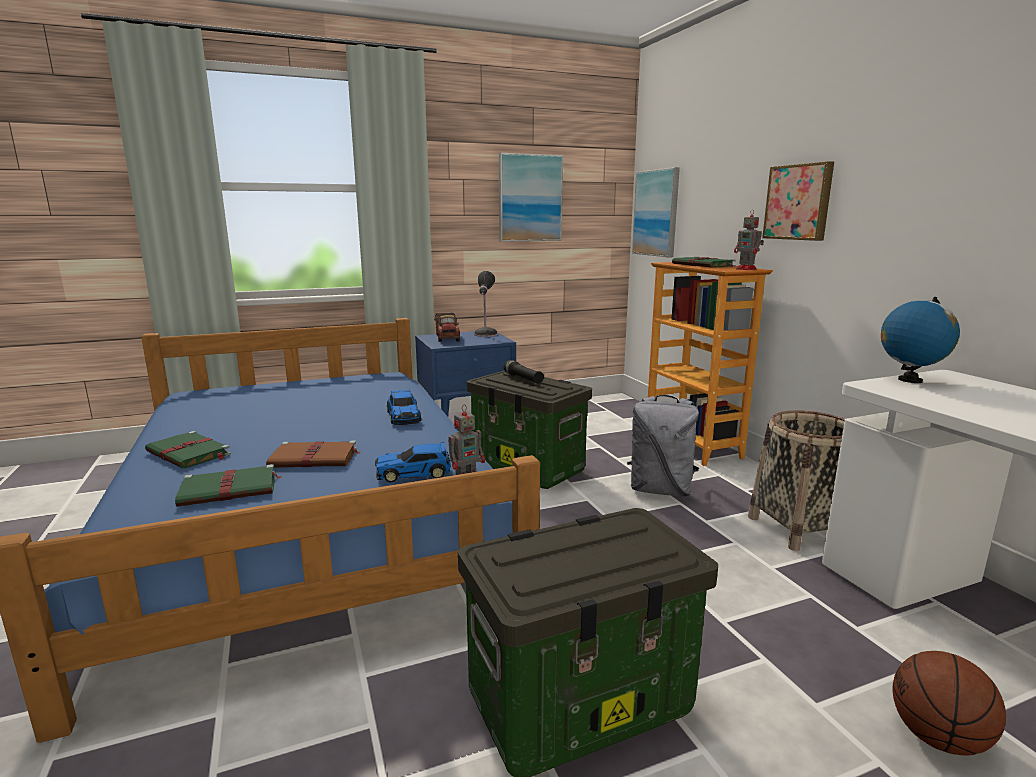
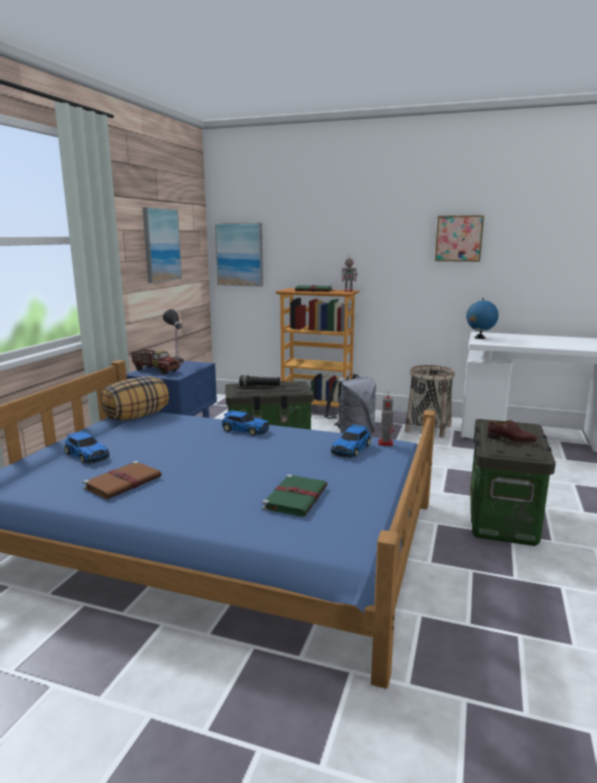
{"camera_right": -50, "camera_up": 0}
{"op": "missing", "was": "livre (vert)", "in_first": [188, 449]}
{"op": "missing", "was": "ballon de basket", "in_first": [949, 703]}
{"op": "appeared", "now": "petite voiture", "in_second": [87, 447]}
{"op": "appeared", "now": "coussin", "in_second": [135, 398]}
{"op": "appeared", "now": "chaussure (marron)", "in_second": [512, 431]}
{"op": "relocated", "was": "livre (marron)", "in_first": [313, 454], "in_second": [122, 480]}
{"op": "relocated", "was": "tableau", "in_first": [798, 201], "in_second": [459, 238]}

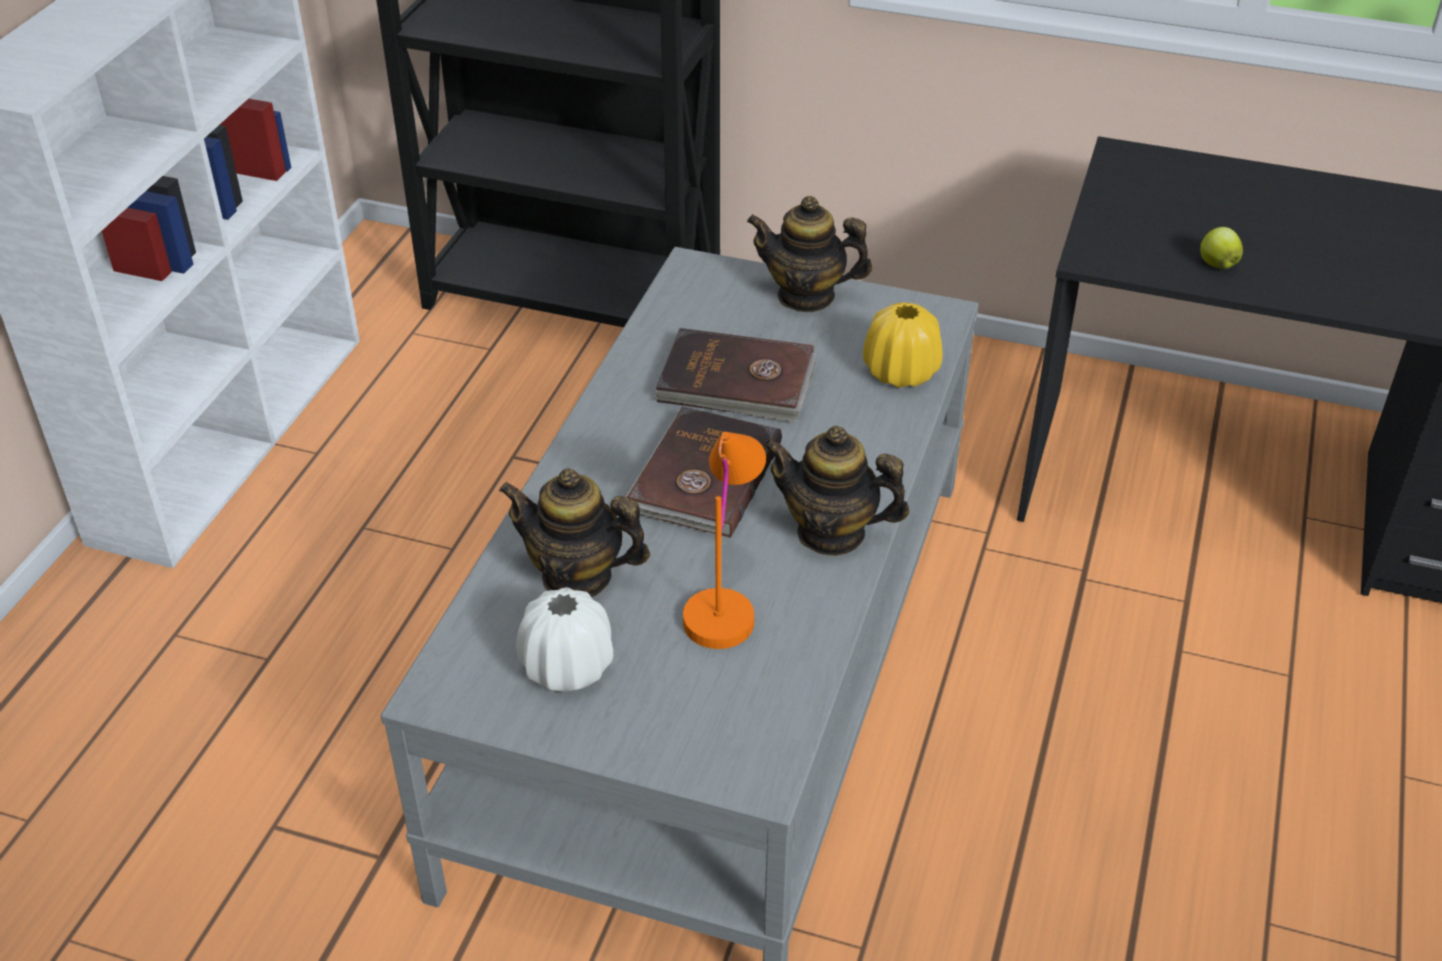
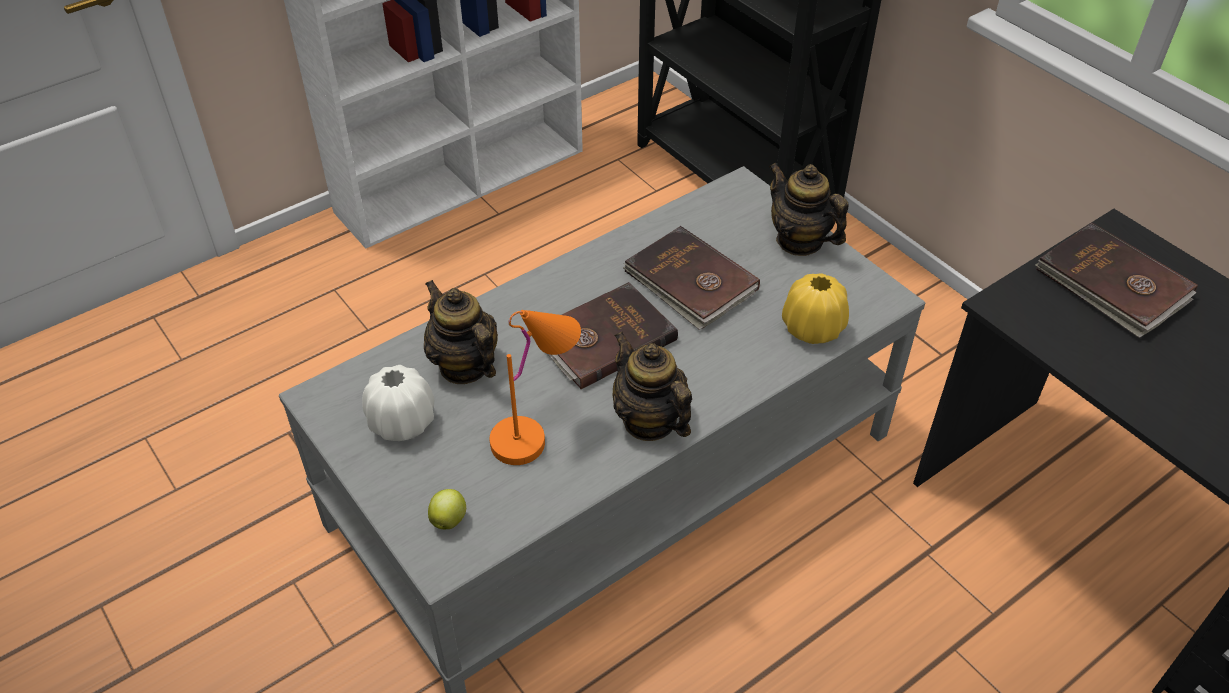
{"camera_right": 35, "camera_up": 5}
{"op": "appeared", "now": "livre (marron)", "in_second": [1116, 280]}
{"op": "relocated", "was": "pomme", "in_first": [1221, 248], "in_second": [447, 509]}

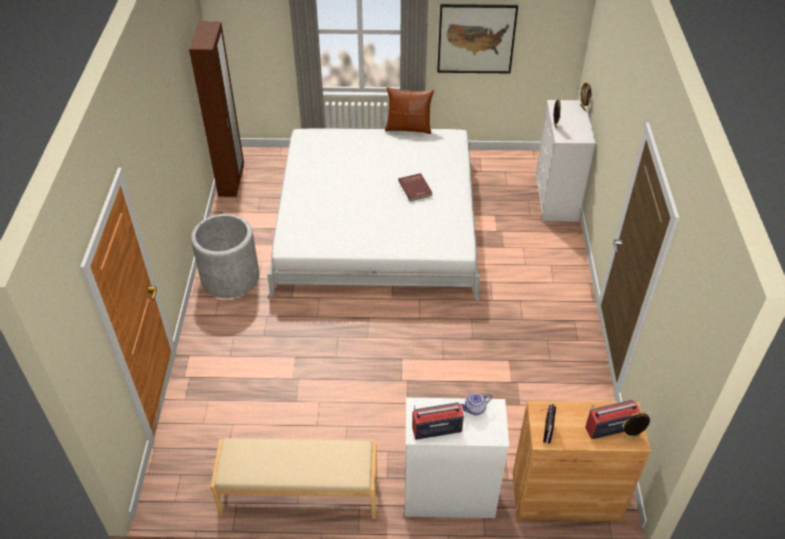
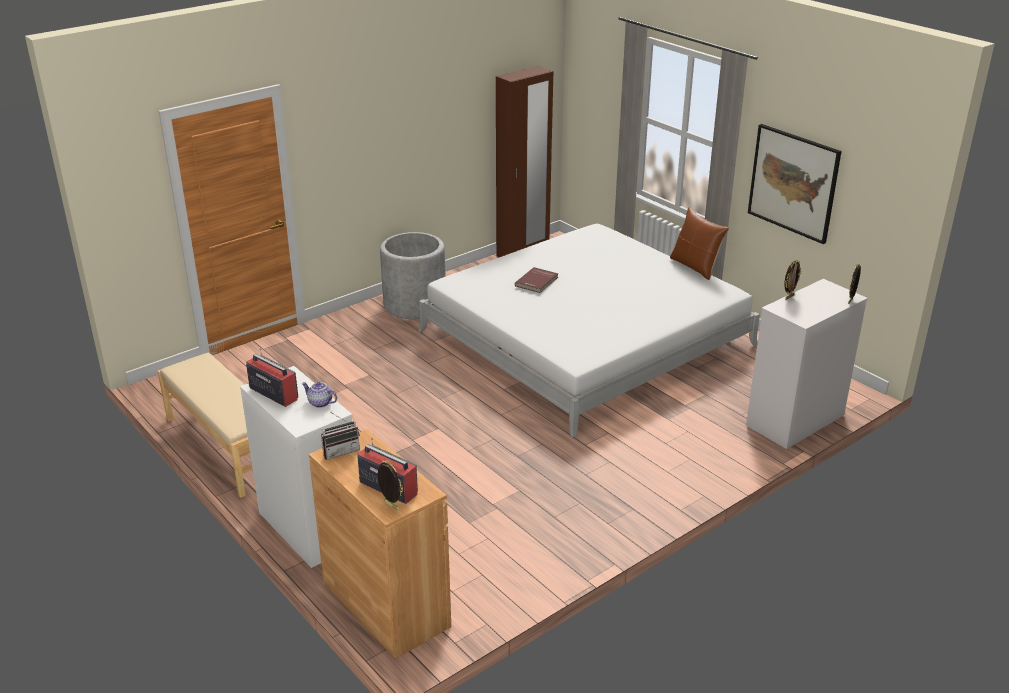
{"camera_right": 50, "camera_up": -15}
{"op": "relocated", "was": "livre (rouge)", "in_first": [415, 187], "in_second": [536, 280]}

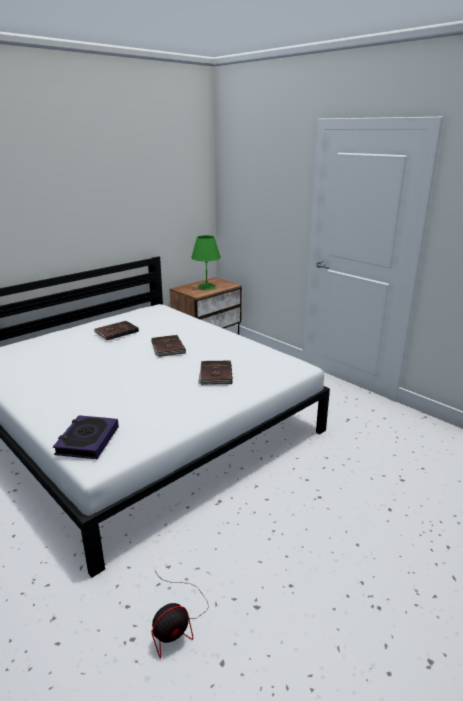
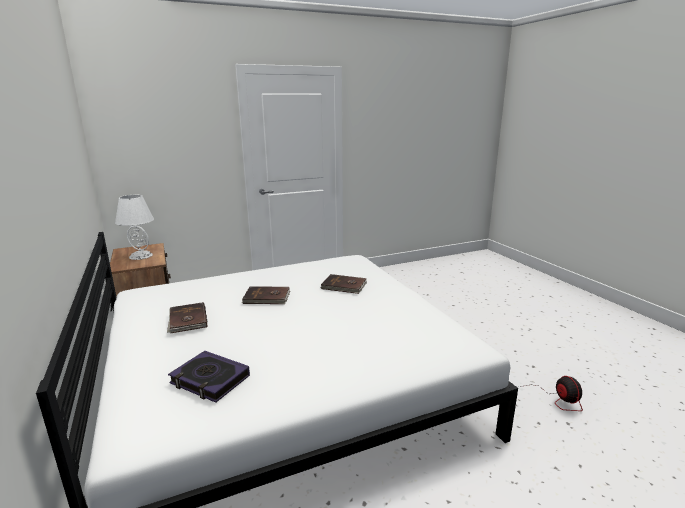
{"camera_right": -70, "camera_up": -5}
{"op": "relocated", "was": "livre", "in_first": [86, 437], "in_second": [209, 377]}
{"op": "colour", "was": "lampe de table (vert)", "now": "lampe de table (blanc)", "in_first": [206, 262], "in_second": [134, 227]}

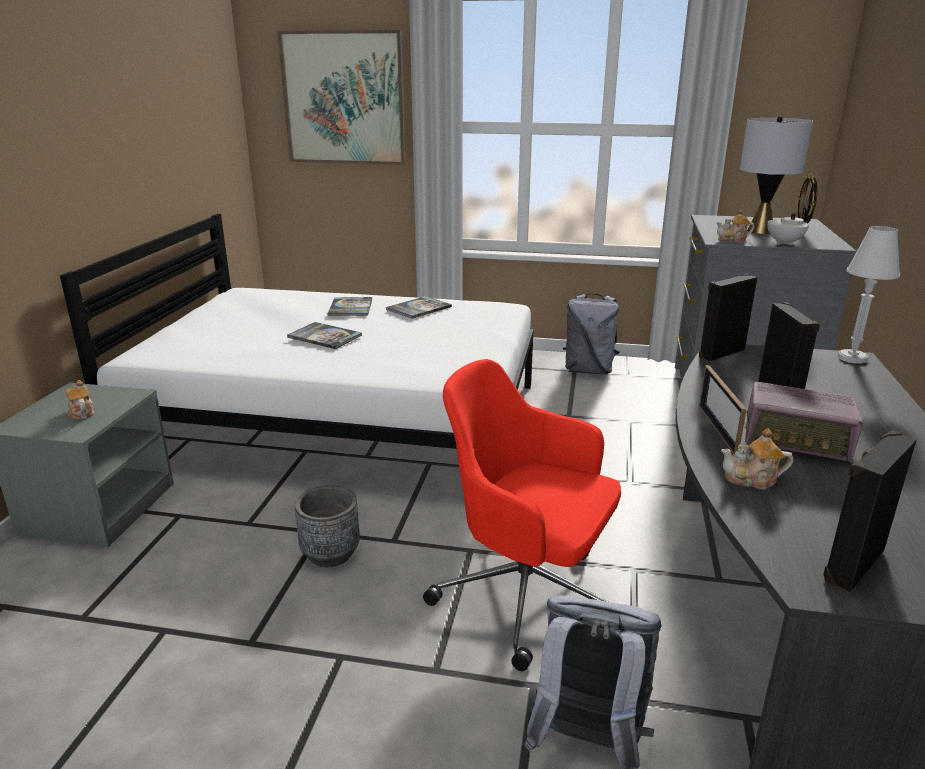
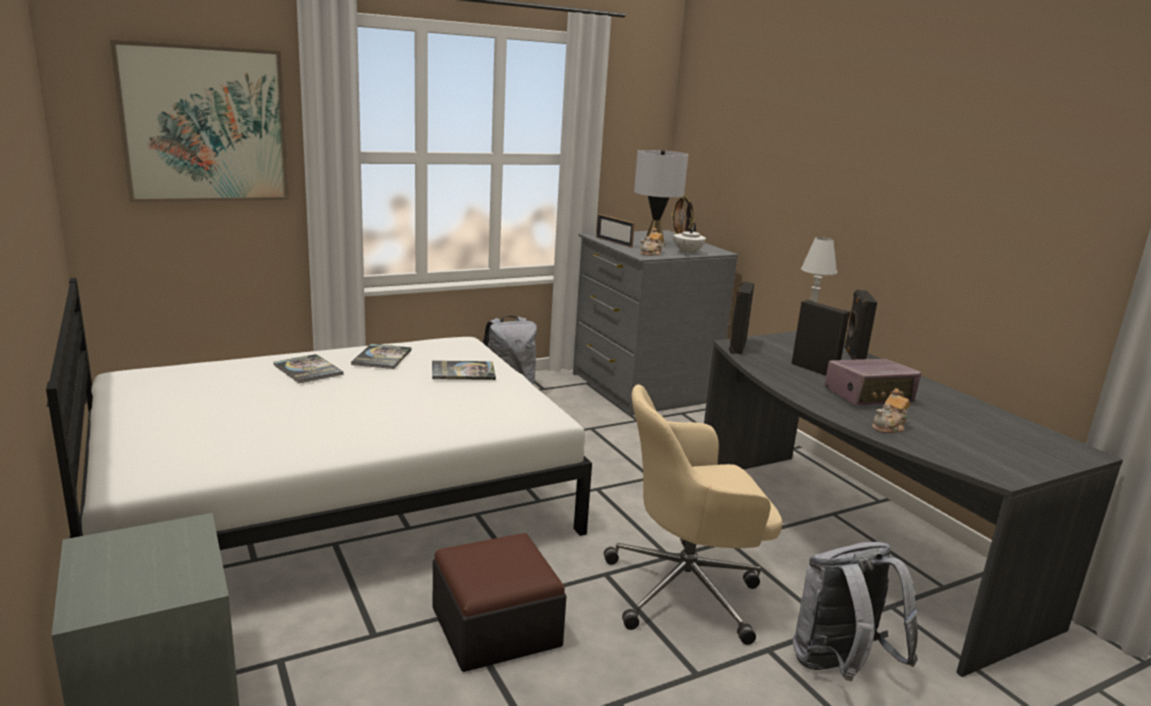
{"camera_right": -40, "camera_up": -5}
{"op": "missing", "was": "théière", "in_first": [80, 399]}
{"op": "relocated", "was": "livre", "in_first": [324, 335], "in_second": [464, 370]}
{"op": "relocated", "was": "cadre photo", "in_first": [723, 409], "in_second": [615, 231]}
{"op": "relocated", "was": "enceinte (noir)", "in_first": [870, 511], "in_second": [860, 324]}
{"op": "exchanged", "was": "cache-pot (gris)", "now": "pouf", "in_first": [327, 526], "in_second": [500, 602]}
{"op": "colour", "was": "chaise de bureau (rouge)", "now": "chaise de bureau (beige)", "in_first": [522, 515], "in_second": [693, 514]}

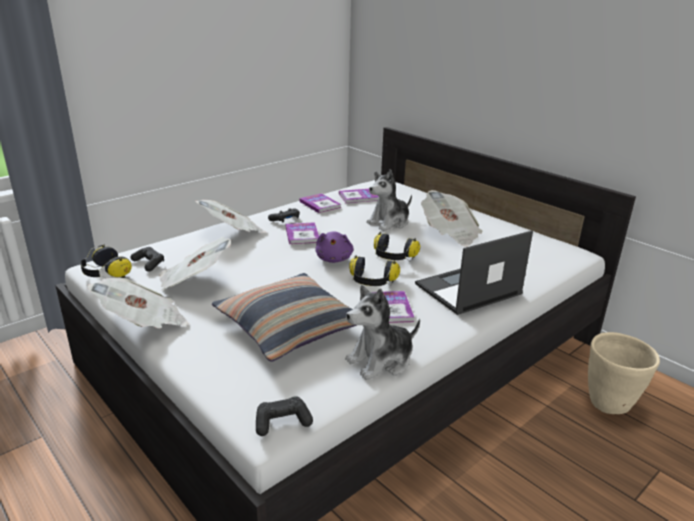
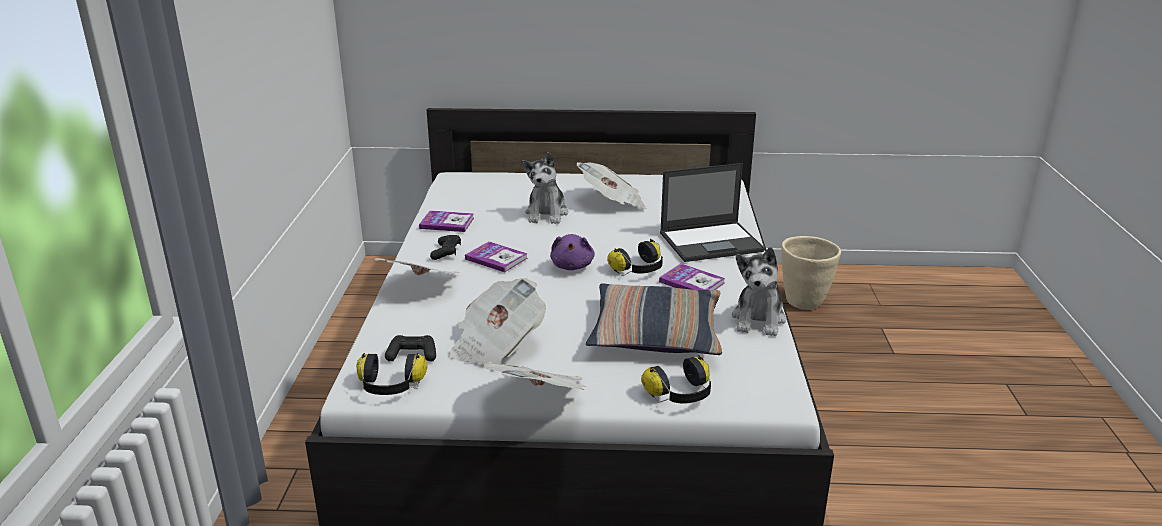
{"camera_right": -45, "camera_up": 0}
{"op": "missing", "was": "manette (noir)", "in_first": [284, 416]}
{"op": "missing", "was": "livre", "in_first": [359, 196]}
{"op": "relocated", "was": "casque audio", "in_first": [397, 246], "in_second": [676, 379]}
{"op": "spun", "was": "peluche (violet)", "in_first": [334, 247], "in_second": [572, 252], "clockwise": 45}
{"op": "spun", "was": "ordinateur portable", "in_first": [474, 273], "in_second": [712, 212], "clockwise": -120}

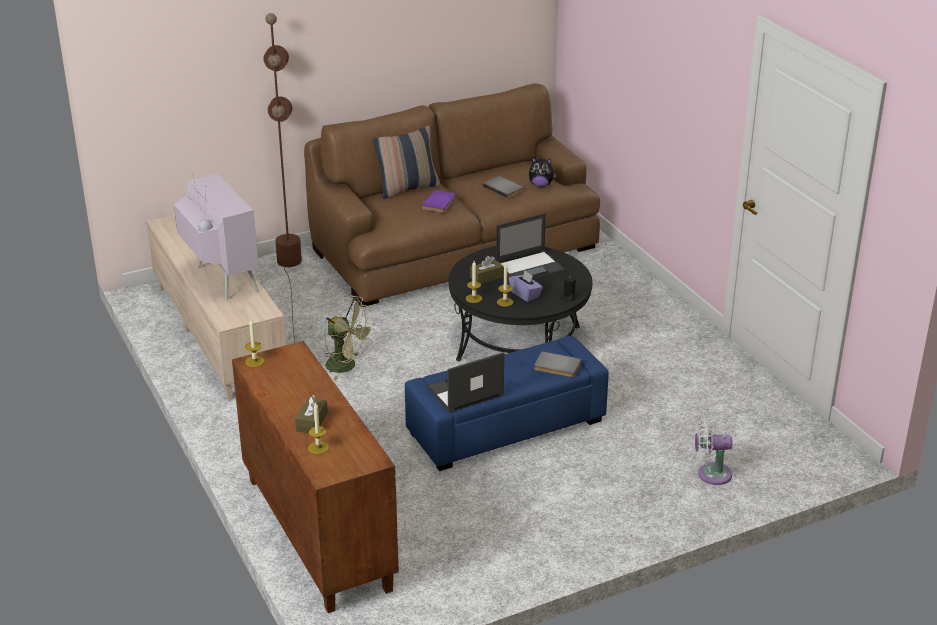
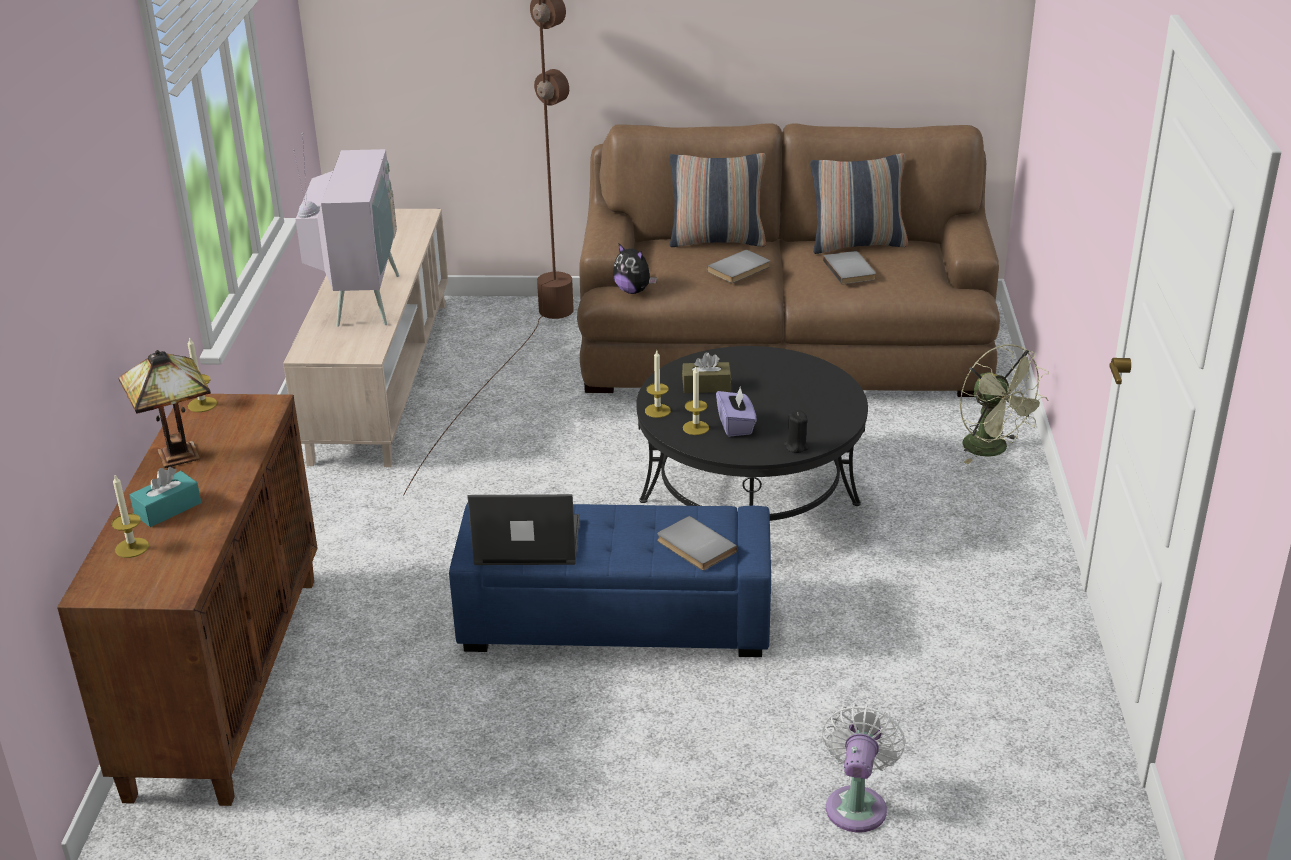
{"camera_right": 30, "camera_up": 0}
{"op": "missing", "was": "ordinateur portable", "in_first": [531, 246]}
{"op": "appeared", "now": "lampe de table", "in_second": [164, 409]}
{"op": "appeared", "now": "coussin", "in_second": [859, 203]}
{"op": "relocated", "was": "ventilateur (vert)", "in_first": [349, 338], "in_second": [1004, 404]}
{"op": "relocated", "was": "peluche", "in_first": [543, 172], "in_second": [635, 268]}
{"op": "colour", "was": "boîte à mouchoirs (marron)", "now": "boîte à mouchoirs (turquoise)", "in_first": [311, 414], "in_second": [165, 497]}
{"op": "colour", "was": "livre (violet)", "now": "livre (gris)", "in_first": [438, 201], "in_second": [738, 266]}
{"op": "spun", "was": "ventilateur (blanc)", "in_first": [713, 452], "in_second": [864, 768], "clockwise": 75}

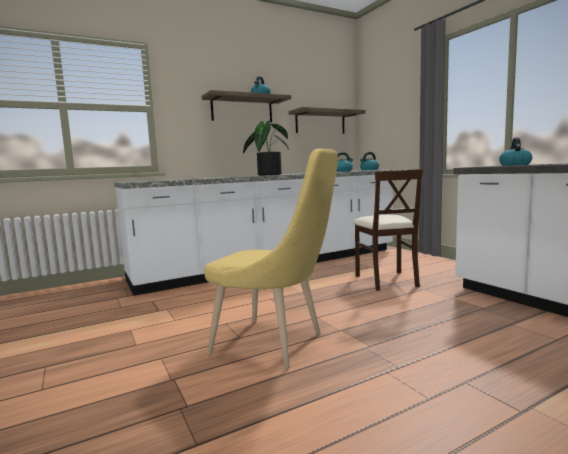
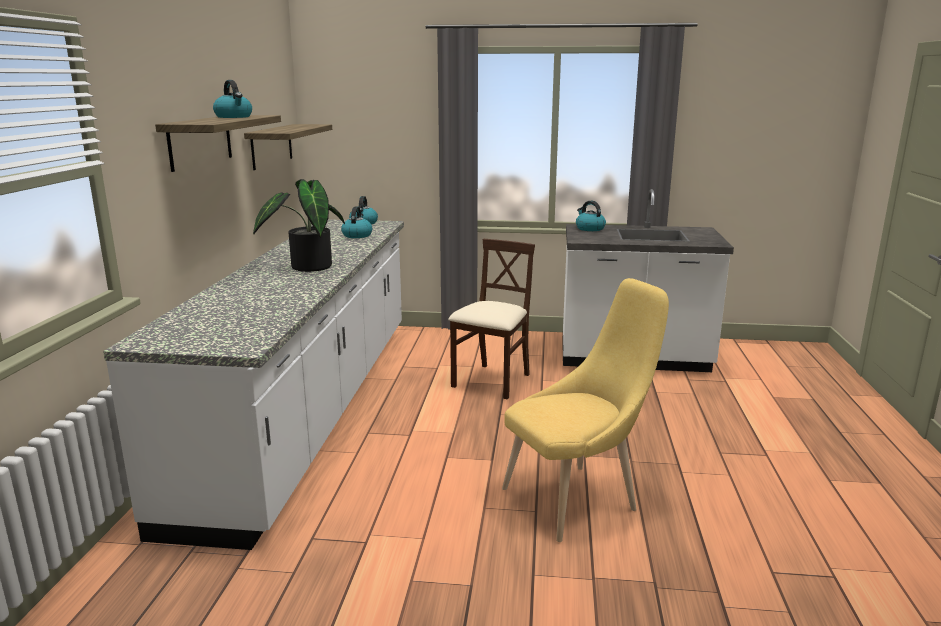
{"camera_right": -55, "camera_up": 10}
{"op": "spun", "was": "chaise (beige)", "in_first": [388, 230], "in_second": [491, 319], "clockwise": -90}

